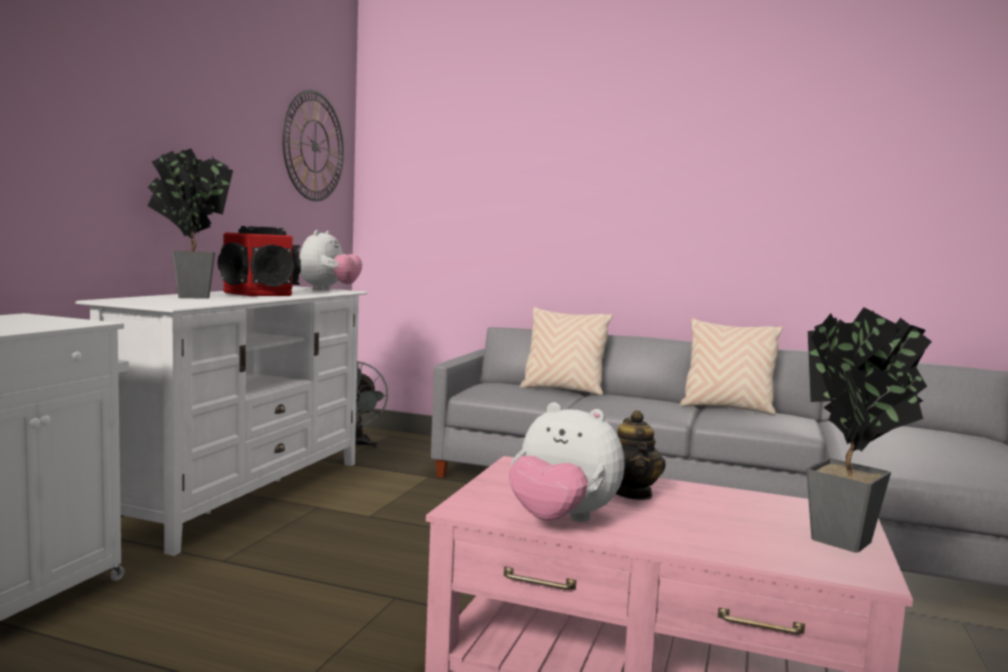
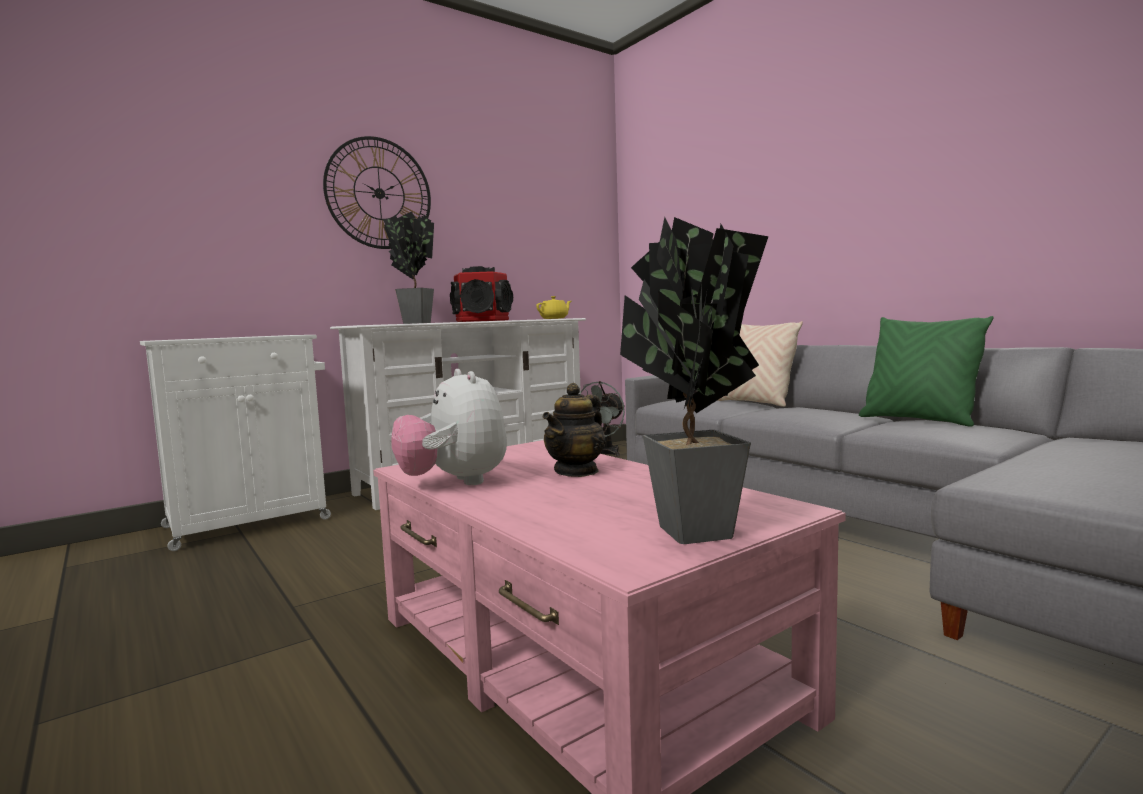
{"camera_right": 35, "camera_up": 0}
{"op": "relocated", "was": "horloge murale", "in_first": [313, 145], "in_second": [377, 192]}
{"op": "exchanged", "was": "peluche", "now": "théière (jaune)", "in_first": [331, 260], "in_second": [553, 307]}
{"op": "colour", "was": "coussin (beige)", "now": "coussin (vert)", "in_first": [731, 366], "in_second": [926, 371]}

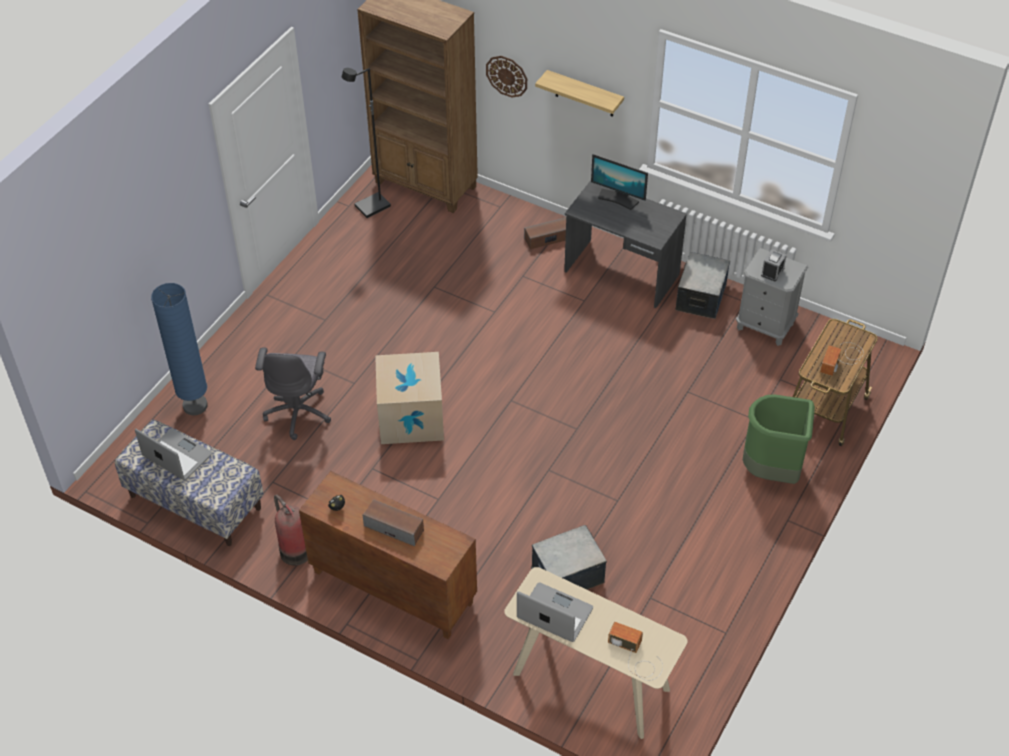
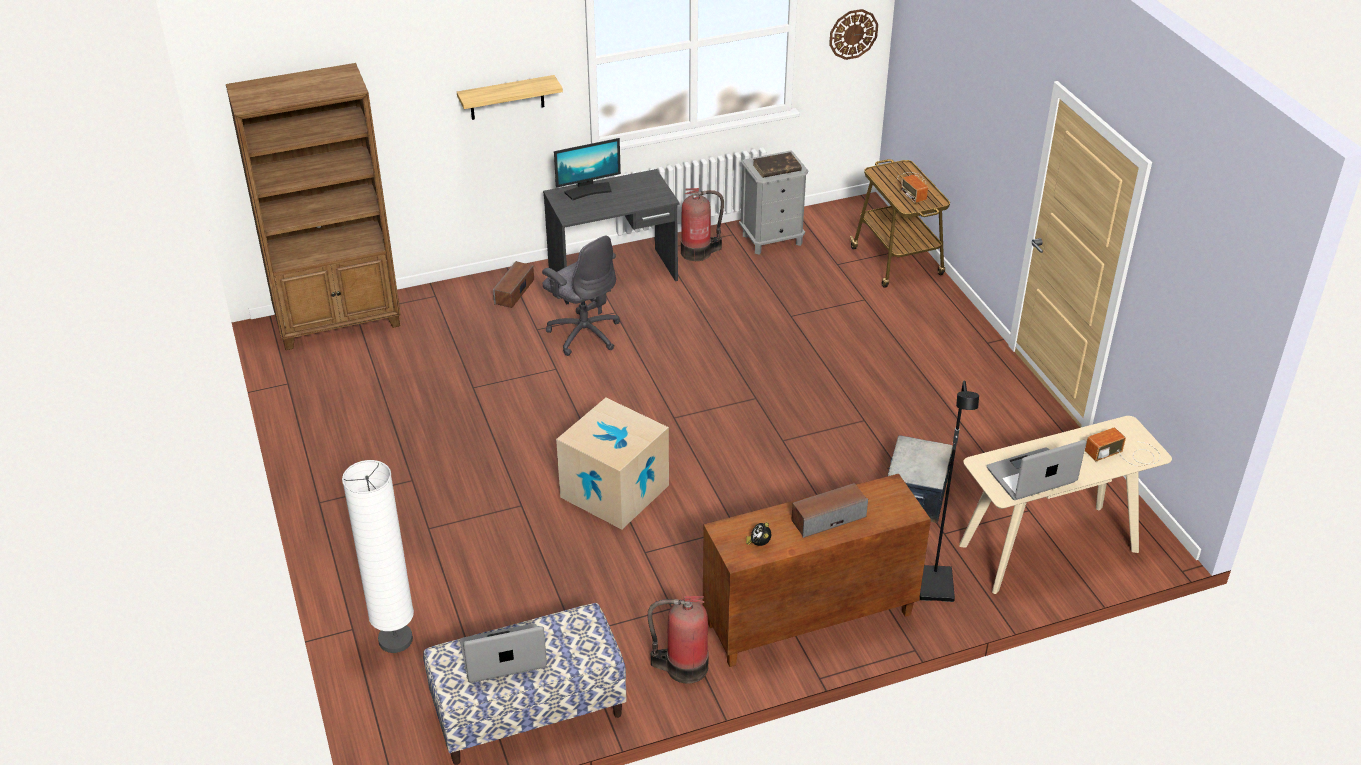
{"camera_right": -50, "camera_up": -10}
{"op": "missing", "was": "poubelle (vert)", "in_first": [779, 439]}
{"op": "relocated", "was": "chaise de bureau (gris)", "in_first": [293, 393], "in_second": [581, 295]}
{"op": "relocated", "was": "lampadaire (noir)", "in_first": [366, 143], "in_second": [949, 491]}
{"op": "relocated", "was": "horloge murale", "in_first": [506, 77], "in_second": [853, 34]}
{"op": "exchanged", "was": "boîte de rangement", "now": "extincteur", "in_first": [702, 285], "in_second": [702, 224]}
{"op": "exchanged", "was": "réveil", "now": "livre (marron)", "in_first": [774, 265], "in_second": [777, 165]}
{"op": "colour", "was": "lampadaire (bleu)", "now": "lampadaire (blanc)", "in_first": [179, 349], "in_second": [378, 556]}

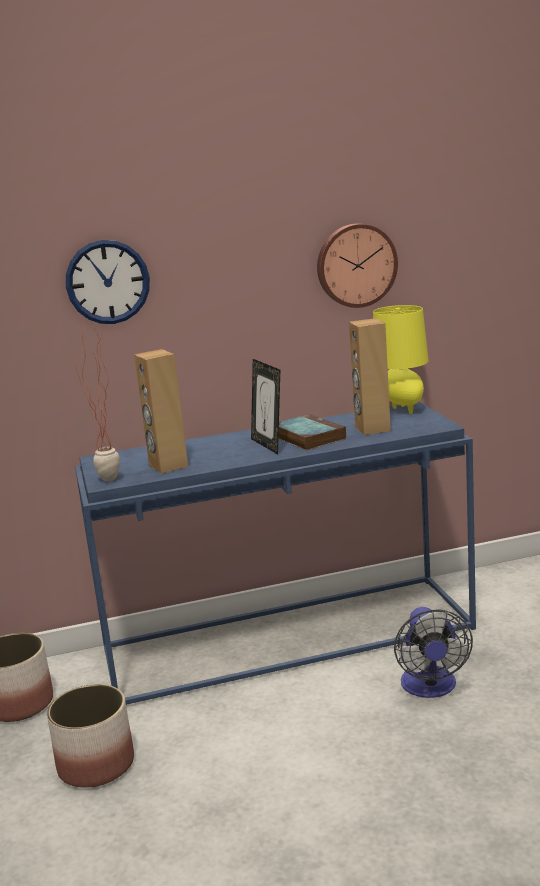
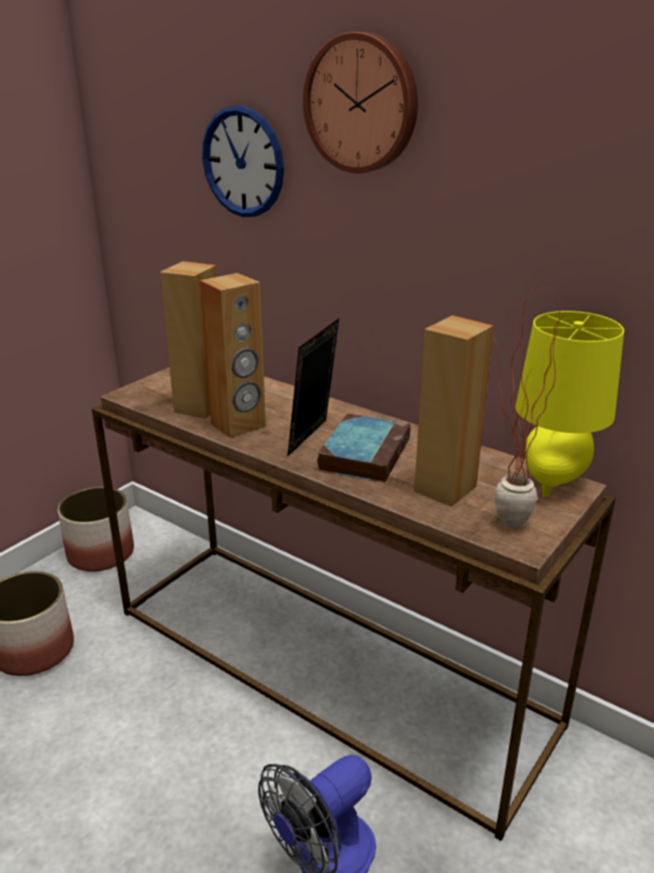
{"camera_right": 50, "camera_up": 10}
{"op": "appeared", "now": "enceinte (marron)", "in_second": [233, 355]}
{"op": "relocated", "was": "plante en pot", "in_first": [95, 402], "in_second": [528, 406]}
{"op": "relocated", "was": "horloge murale", "in_first": [357, 266], "in_second": [360, 102]}
{"op": "colour", "was": "table console (bleu)", "now": "table console (marron)", "in_first": [275, 553], "in_second": [354, 604]}

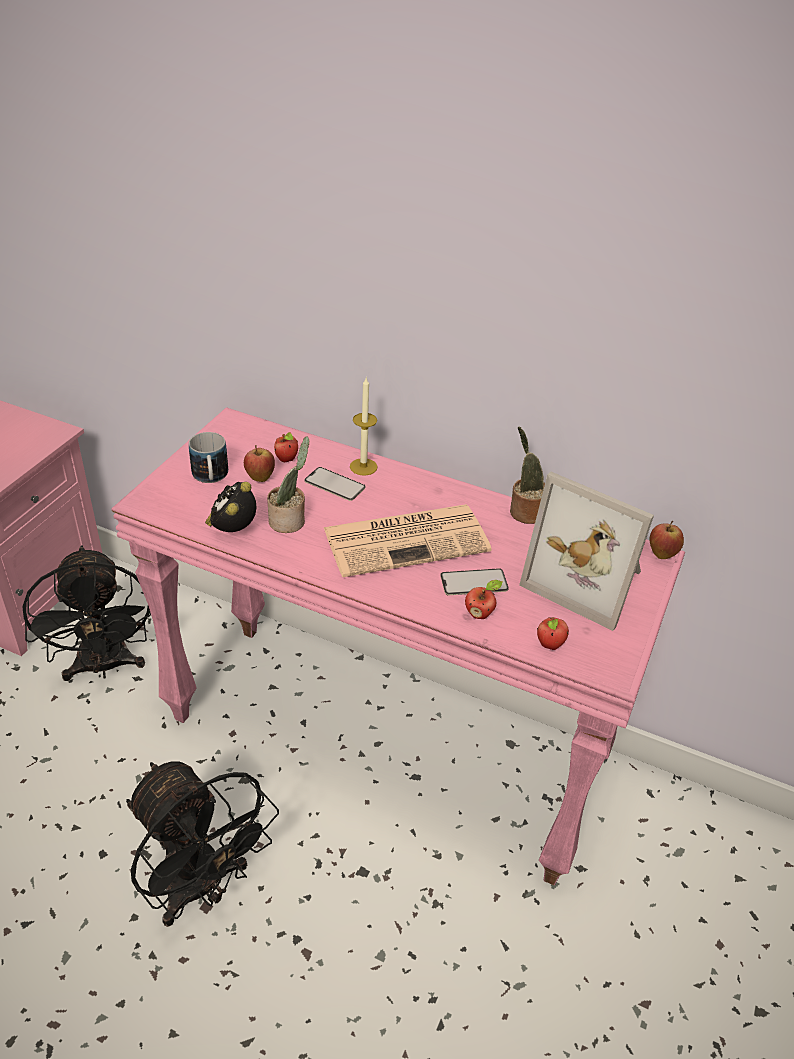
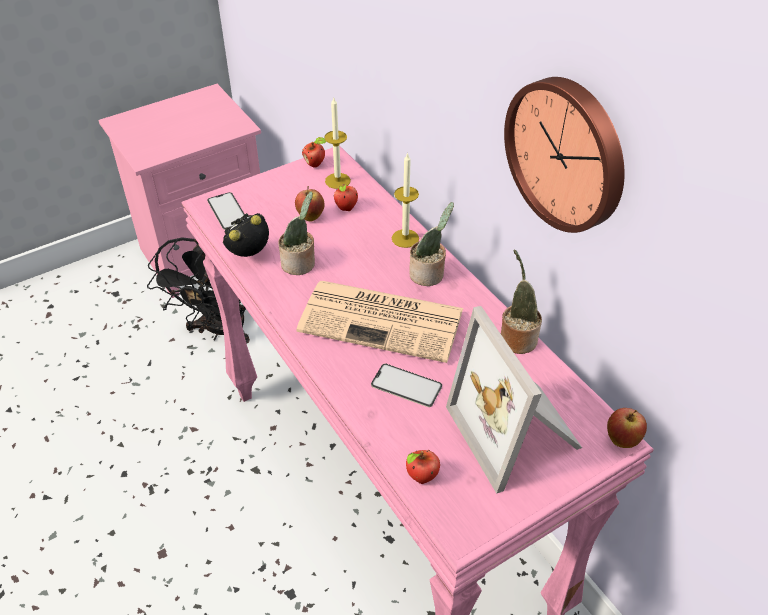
{"camera_right": 35, "camera_up": 5}
{"op": "missing", "was": "ventilateur (noir)", "in_first": [202, 844]}
{"op": "missing", "was": "mug", "in_first": [208, 457]}
{"op": "appeared", "now": "bougie", "in_second": [337, 143]}
{"op": "appeared", "now": "plante en pot", "in_second": [431, 244]}
{"op": "appeared", "now": "horloge murale", "in_second": [564, 155]}
{"op": "relocated", "was": "téléphone", "in_first": [335, 484], "in_second": [226, 211]}
{"op": "relocated", "was": "pomme", "in_first": [484, 599], "in_second": [314, 152]}

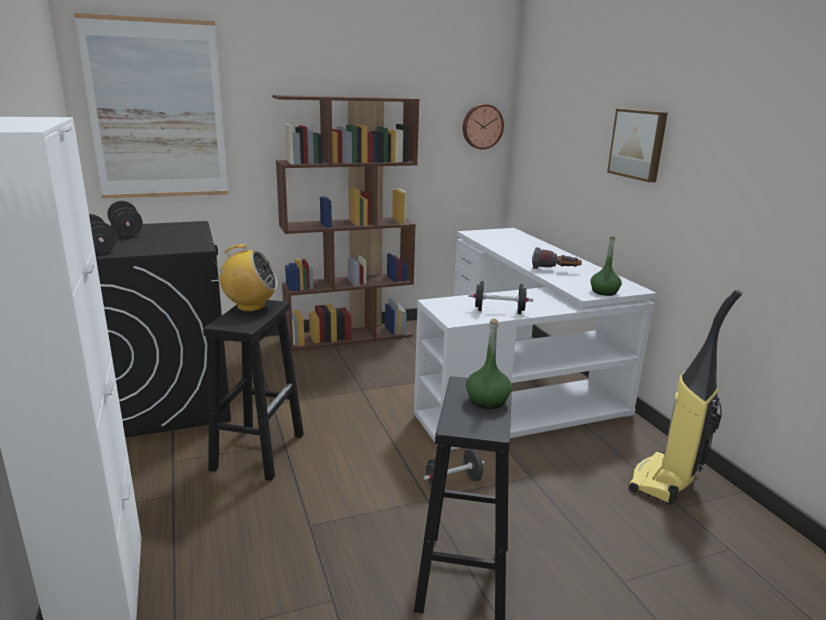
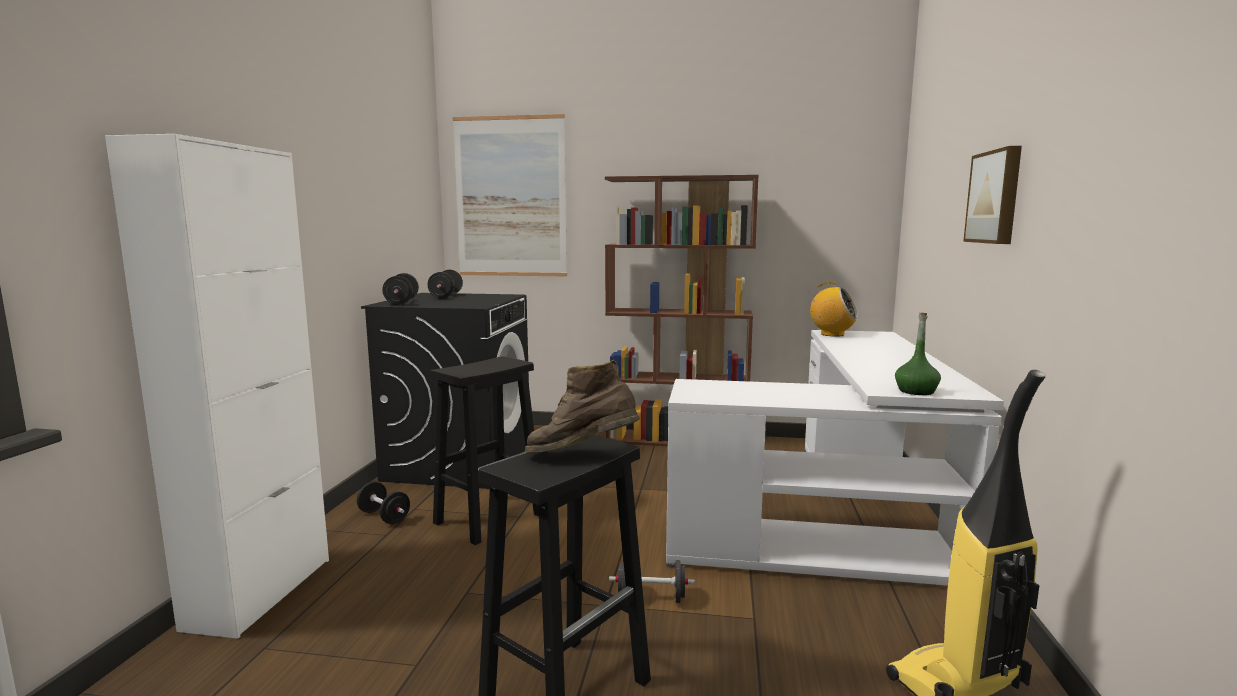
{"camera_right": 30, "camera_up": -10}
{"op": "missing", "was": "horloge murale", "in_first": [483, 127]}
{"op": "missing", "was": "lampe de poche", "in_first": [557, 258]}
{"op": "relocated", "was": "radio", "in_first": [245, 278], "in_second": [833, 309]}
{"op": "relocated", "was": "haltère (noir)", "in_first": [501, 297], "in_second": [383, 502]}
{"op": "exchanged", "was": "bouteille (vert)", "now": "botte (marron)", "in_first": [489, 364], "in_second": [582, 406]}

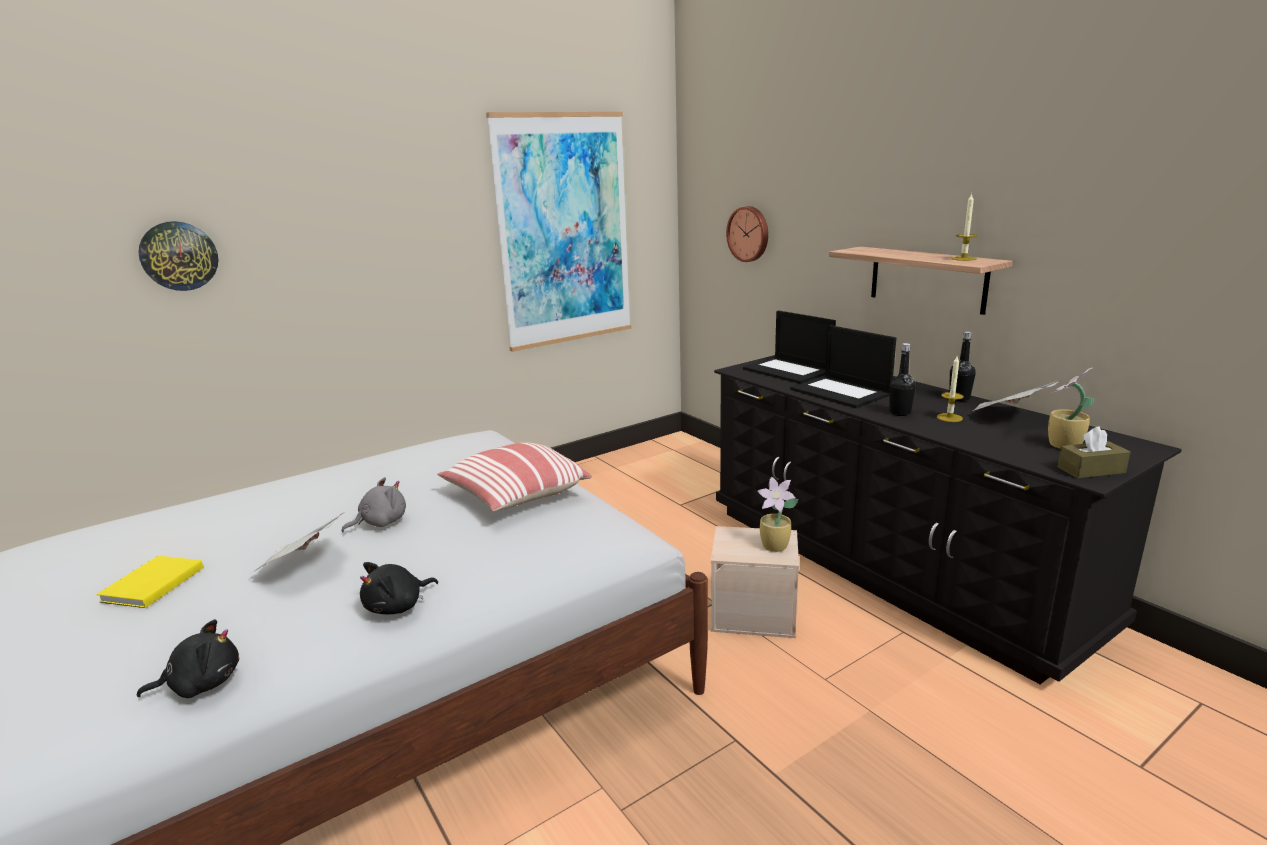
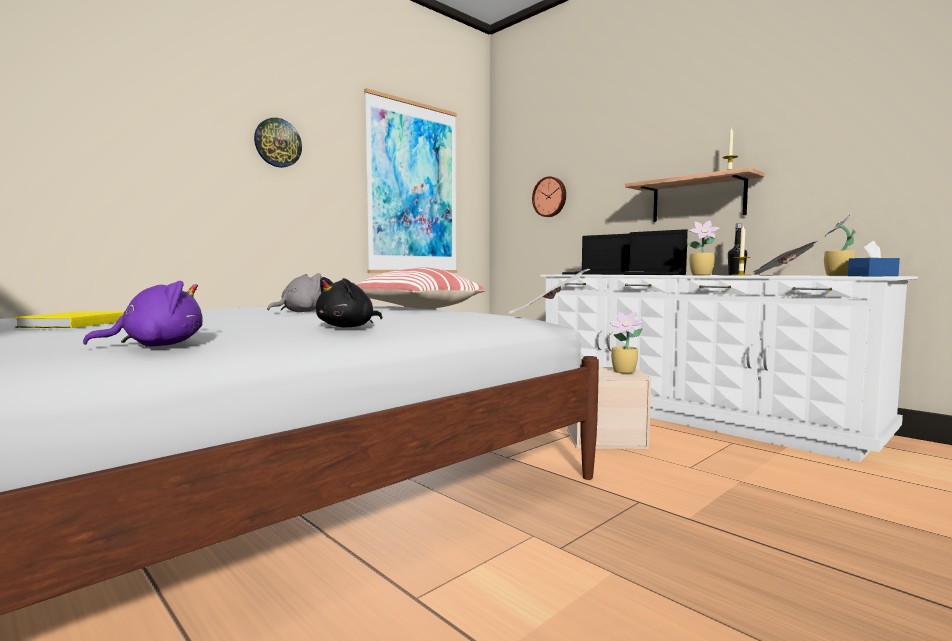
{"camera_right": -10, "camera_up": -15}
{"op": "relocated", "was": "horloge murale", "in_first": [178, 256], "in_second": [278, 143]}
{"op": "relocated", "was": "journal", "in_first": [297, 543], "in_second": [549, 291]}
{"op": "exchanged", "was": "bouteille (noir)", "now": "plante en pot", "in_first": [902, 379], "in_second": [704, 248]}
{"op": "colour", "was": "peluche (noir)", "now": "peluche (violet)", "in_first": [188, 658], "in_second": [143, 314]}
{"op": "colour", "was": "commode (noir)", "now": "commode (blanc)", "in_first": [948, 519], "in_second": [729, 368]}
{"op": "colour", "was": "boîte à mouchoirs (marron)", "now": "boîte à mouchoirs (bleu)", "in_first": [1094, 452], "in_second": [874, 258]}

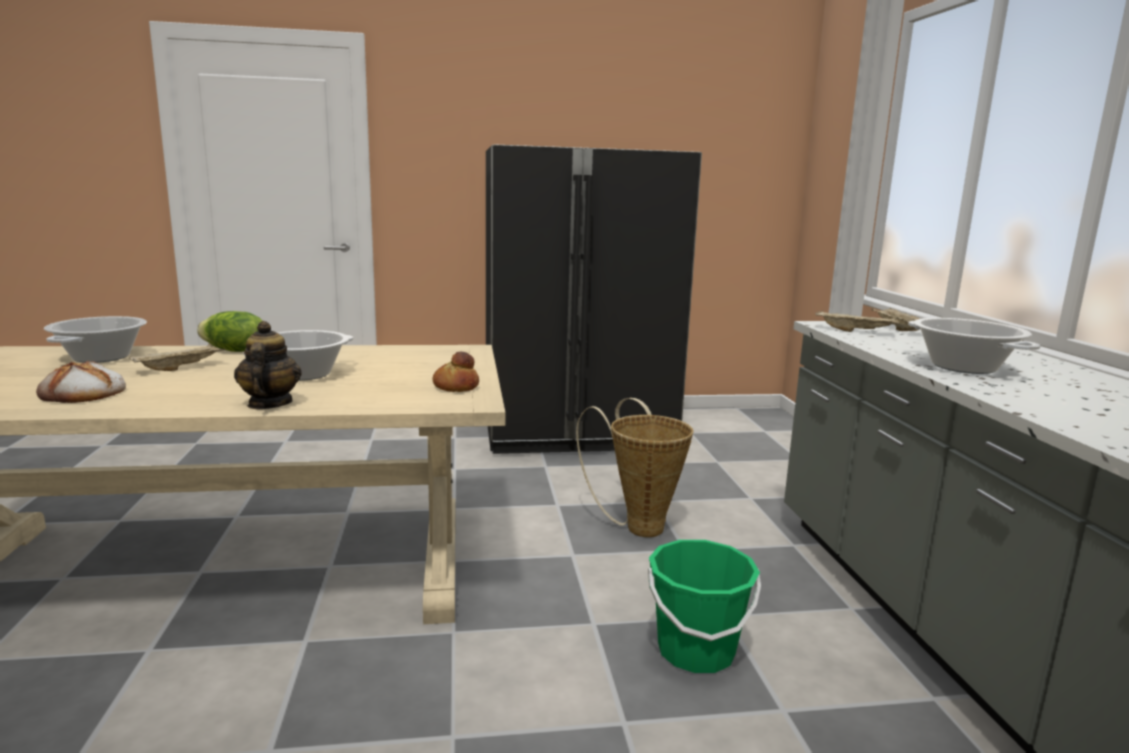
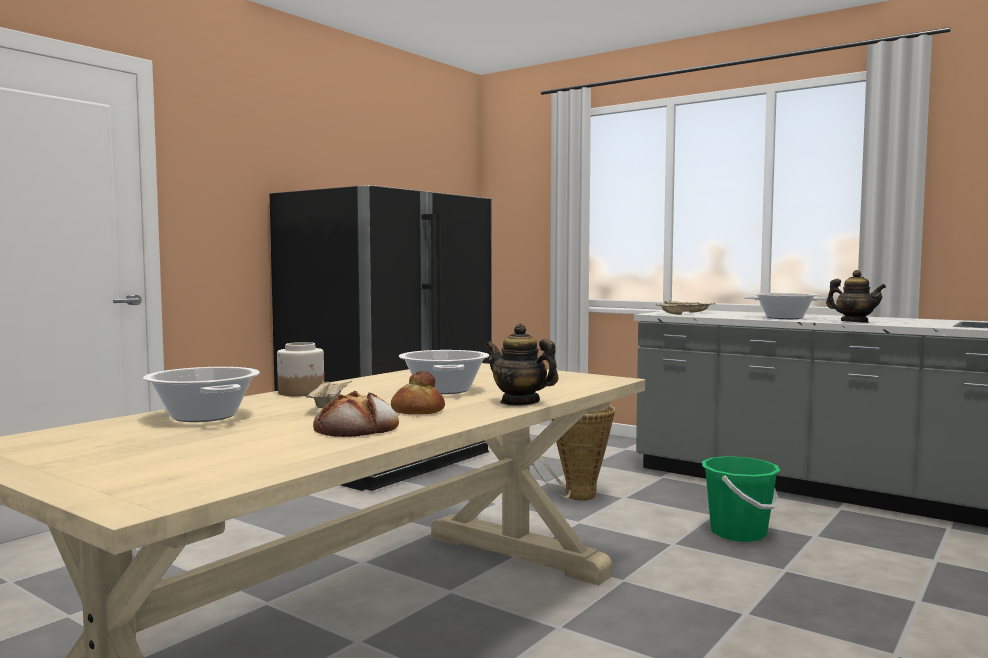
{"camera_right": -45, "camera_up": -10}
{"op": "appeared", "now": "théière", "in_second": [856, 296]}
{"op": "relocated", "was": "pain", "in_first": [456, 372], "in_second": [418, 392]}
{"op": "exchanged", "was": "laitue", "now": "bocal", "in_first": [229, 331], "in_second": [300, 369]}

